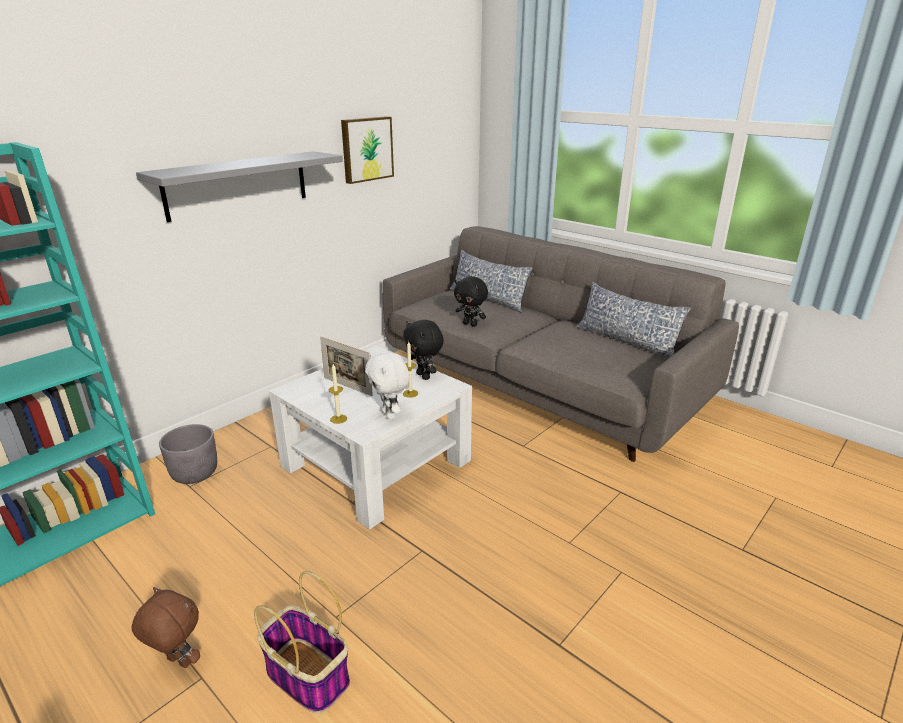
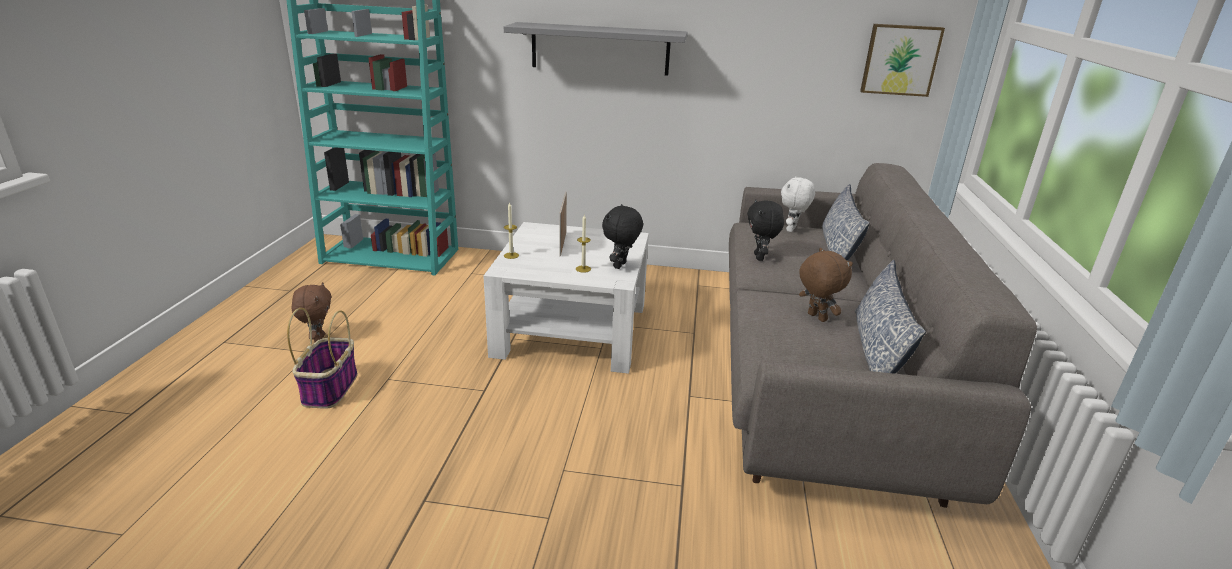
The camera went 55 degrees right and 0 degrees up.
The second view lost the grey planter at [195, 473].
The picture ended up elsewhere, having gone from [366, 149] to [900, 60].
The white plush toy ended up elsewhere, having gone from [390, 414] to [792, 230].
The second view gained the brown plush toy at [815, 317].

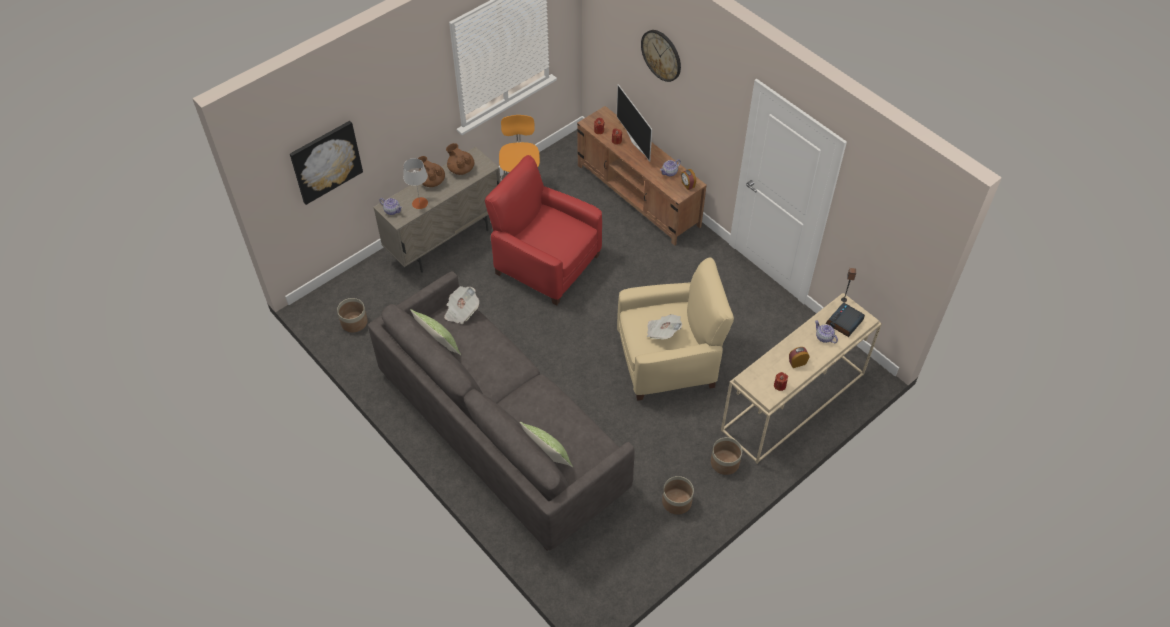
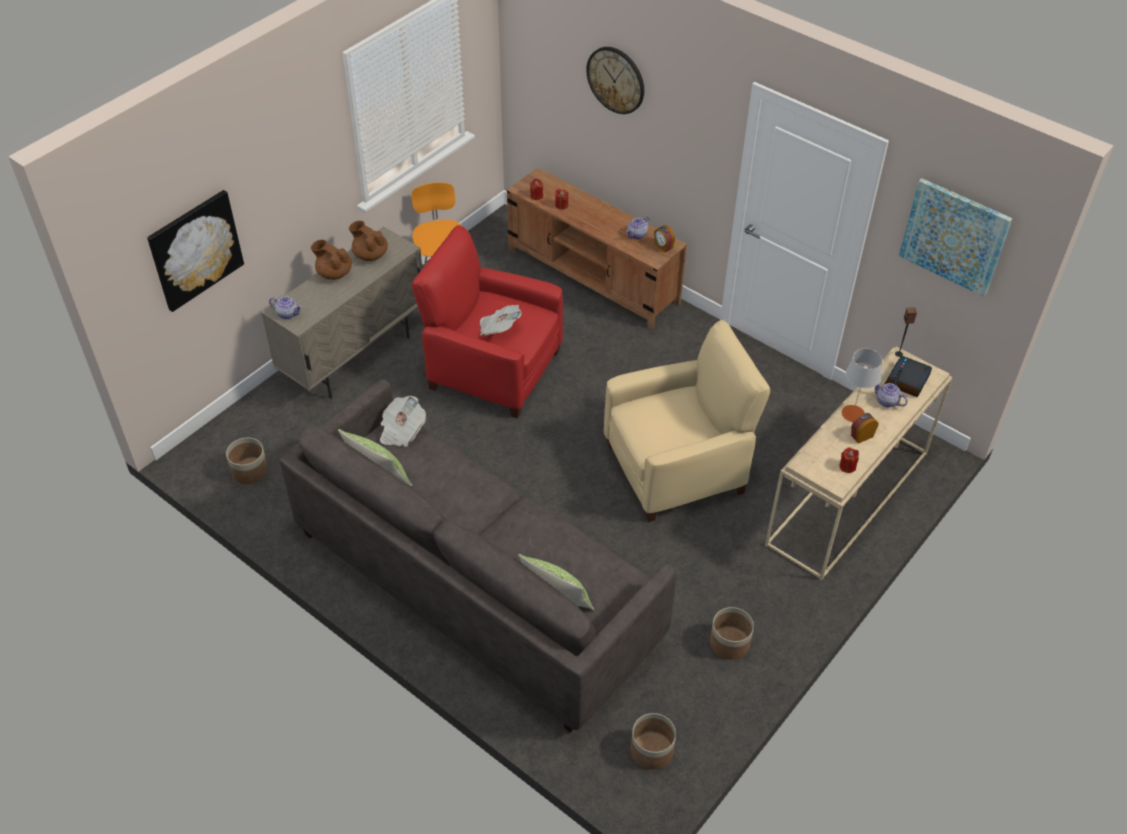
The camera went 10 degrees left and 5 degrees down.
The grey table lamp ended up elsewhere, having gone from [420, 203] to [853, 413].
The second view lost the television at [635, 142].
The newspaper ended up elsewhere, having gone from [662, 332] to [499, 328].
The planter ended up elsewhere, having gone from [725, 462] to [652, 750].
The second view gained the picture at [954, 236].

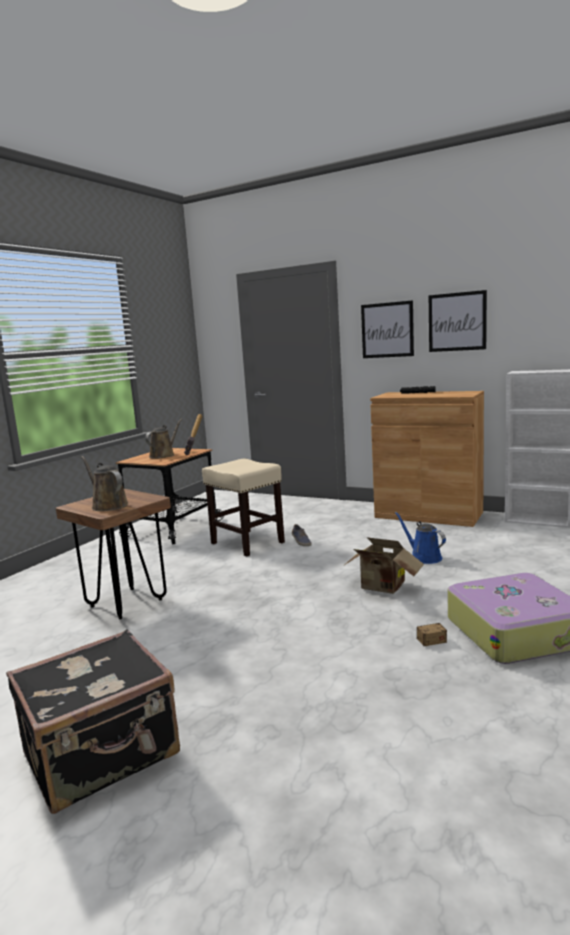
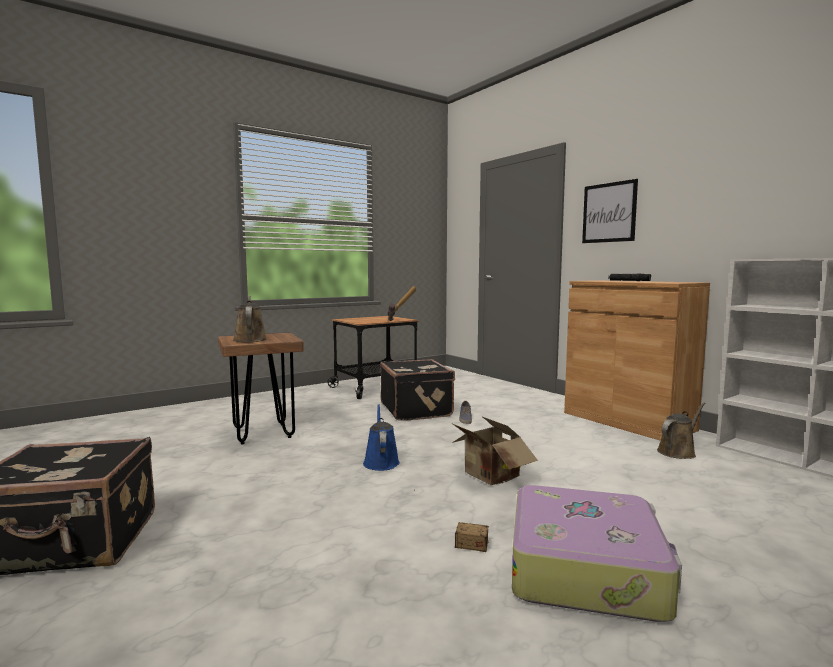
The camera went 25 degrees right and 5 degrees down.
The brown watering can ended up elsewhere, having gone from [163, 455] to [678, 452].
Where the beige stool stood at [246, 542], the black suitcase came to stand at [417, 410].
The blue watering can ended up elsewhere, having gone from [423, 557] to [381, 462].
The second view lost the picture at [457, 322].

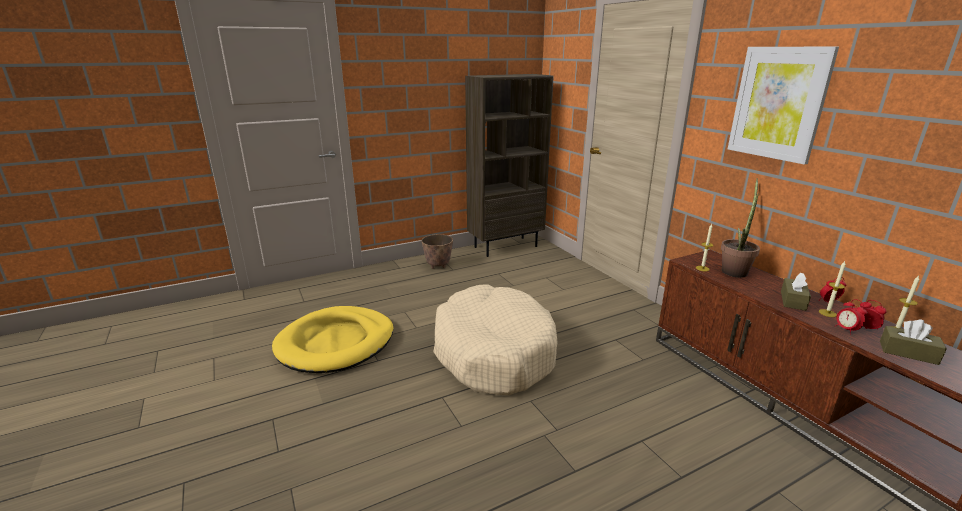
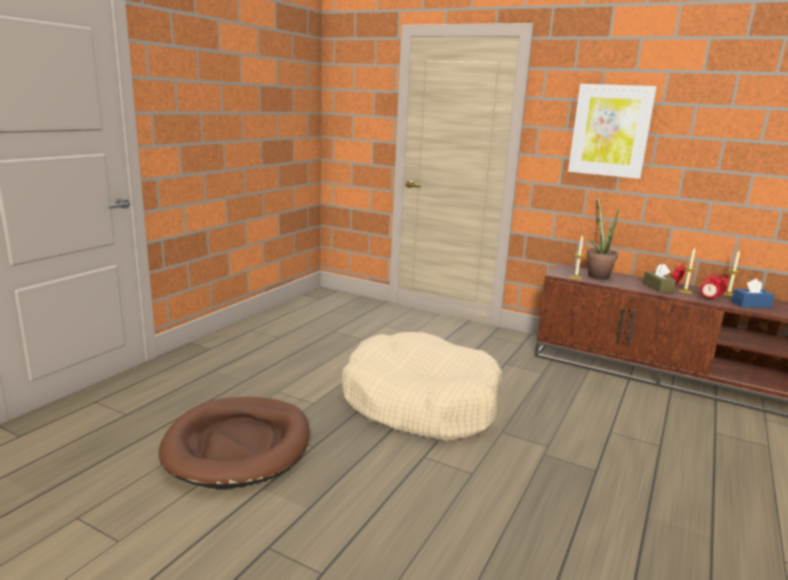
The camera went 35 degrees left and 5 degrees down.
What was the yellow dog bed at [336, 343] turned into the brown dog bed at [238, 445].
The second view lost the planter at [438, 266].
The second view lost the brown bookcase at [505, 246].
What was the brown tissue box at [908, 352] turned into the blue tissue box at [750, 304].

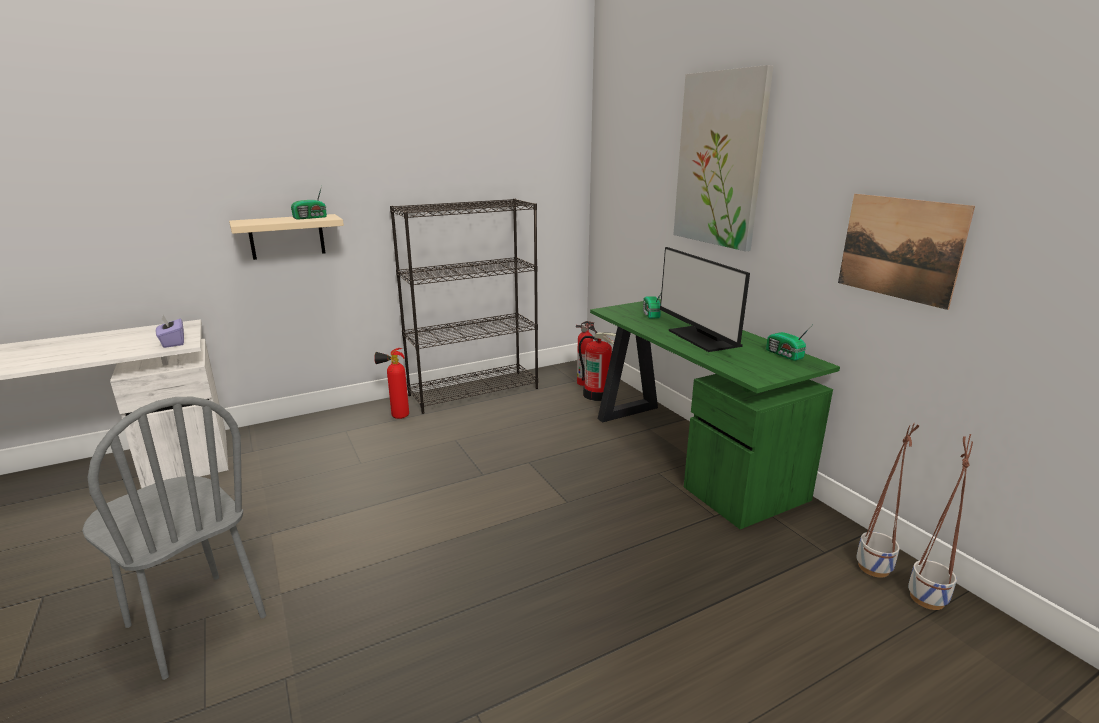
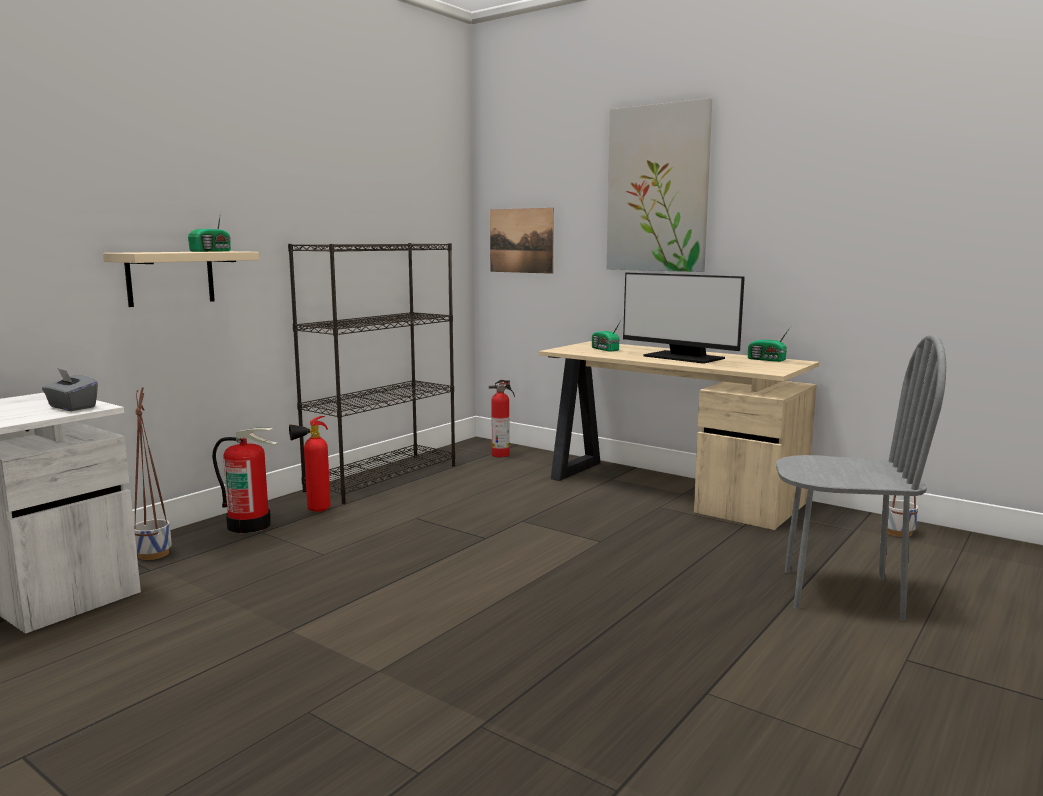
The camera went 25 degrees left and 10 degrees down.
The grey chair ended up elsewhere, having gone from [195, 622] to [841, 593].
What was the purple tissue box at [173, 342] turned into the grey tissue box at [71, 407].
The fire extinguisher ended up elsewhere, having gone from [597, 395] to [250, 525].
What was the green desk at [687, 452] turned into the beige desk at [667, 489].
The picture ended up elsewhere, having gone from [899, 248] to [521, 240].
The planter ended up elsewhere, having gone from [926, 598] to [153, 554].

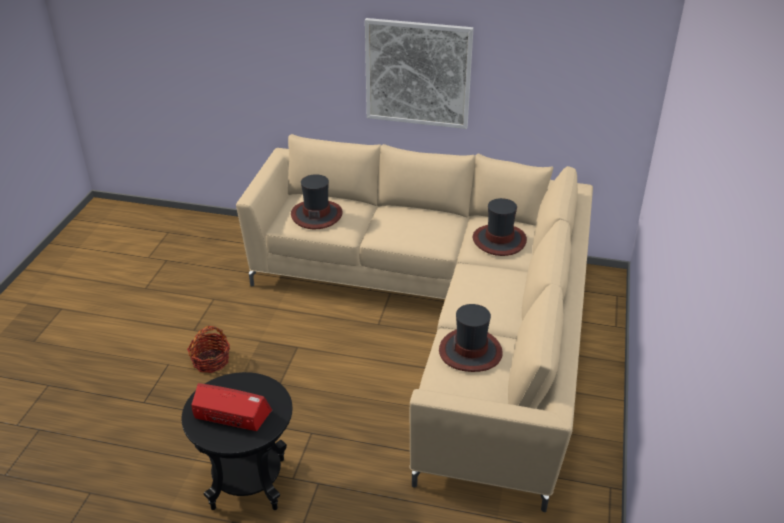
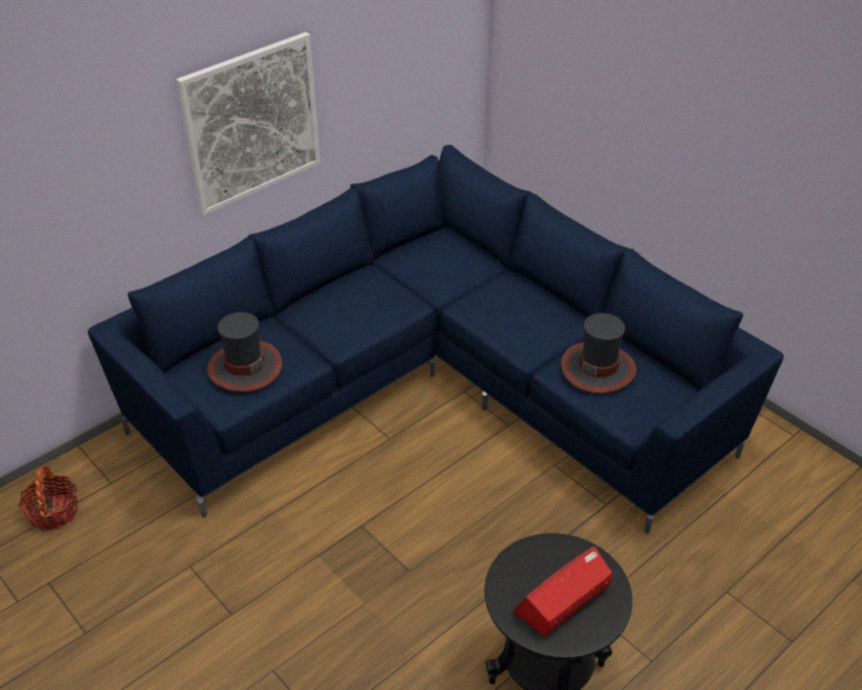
The camera went 55 degrees left and 5 degrees up.
The basket ended up elsewhere, having gone from [211, 361] to [54, 512].
What was the beige sofa at [444, 321] turned into the blue sofa at [434, 386].
The second view lost the hat at [499, 240].

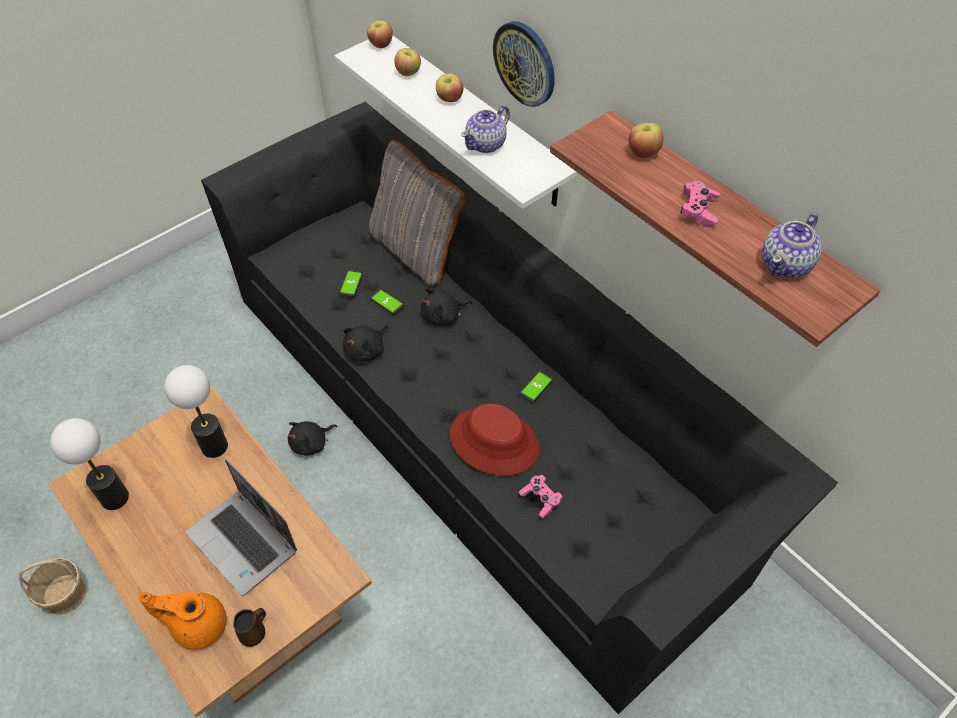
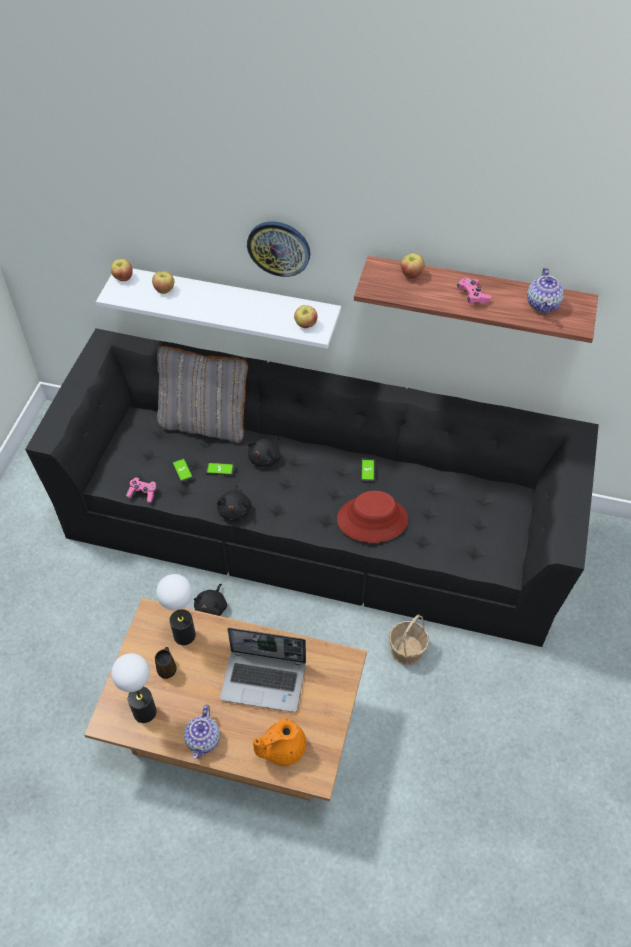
The camera went 35 degrees left and 0 degrees up.
The basket ended up elsewhere, having gone from [64, 594] to [406, 650].
The brown mug ended up elsewhere, having gone from [254, 633] to [167, 669].
The apple ended up elsewhere, having gone from [449, 99] to [305, 324].
The teapot ended up elsewhere, having gone from [486, 144] to [204, 739].
The pink game controller ended up elsewhere, having gone from [541, 499] to [143, 493].

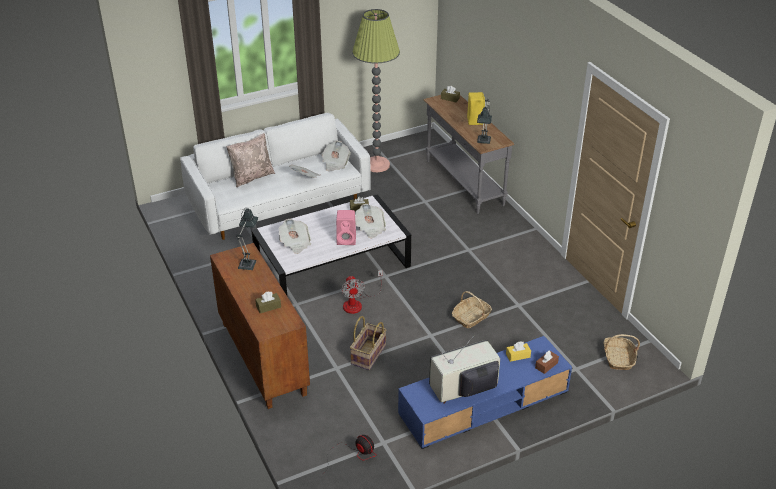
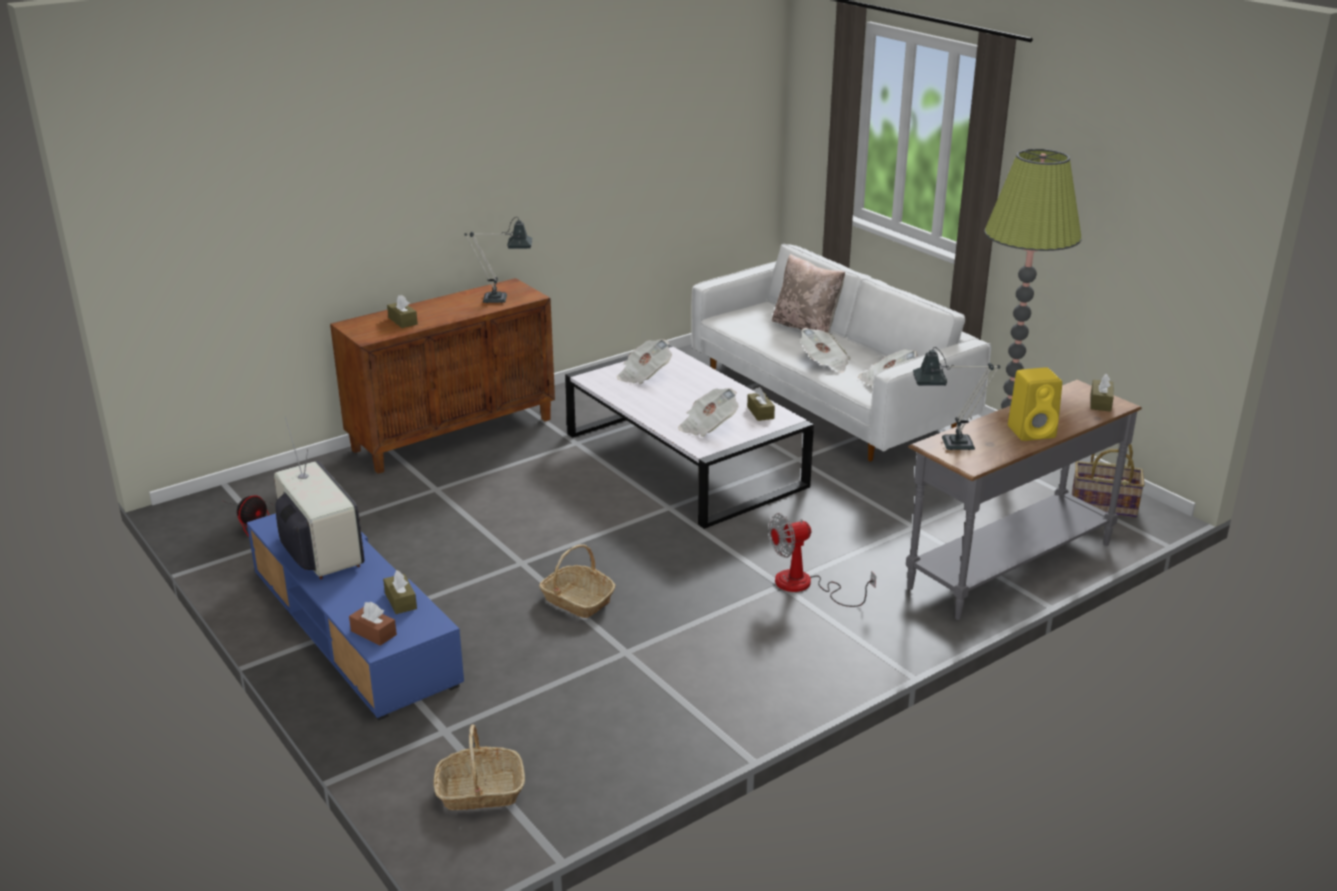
The camera went 80 degrees right and 10 degrees down.
The second view lost the pink speaker at [347, 240].
The fan ended up elsewhere, having gone from [357, 303] to [805, 586].
The basket ended up elsewhere, having gone from [369, 355] to [1103, 506].
What was the yellow tissue box at [518, 355] turned into the brown tissue box at [400, 601].

